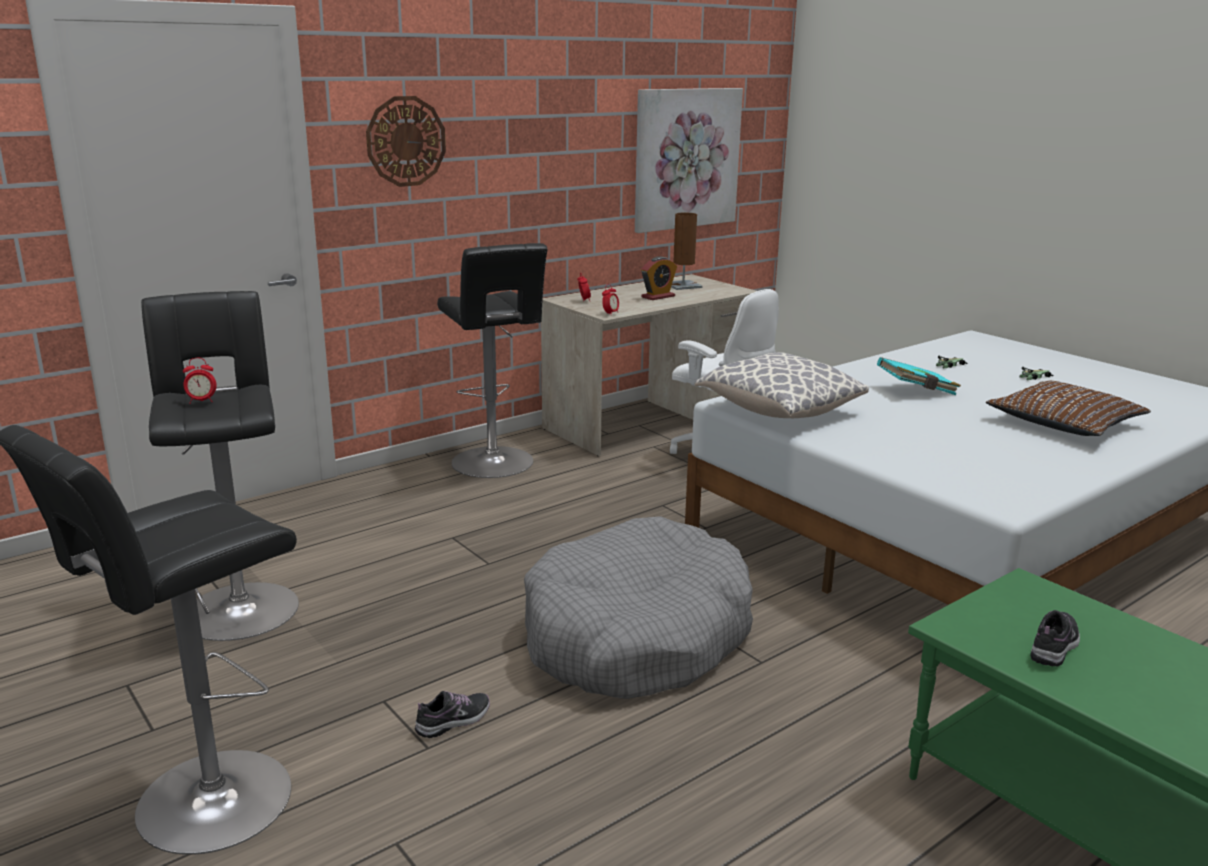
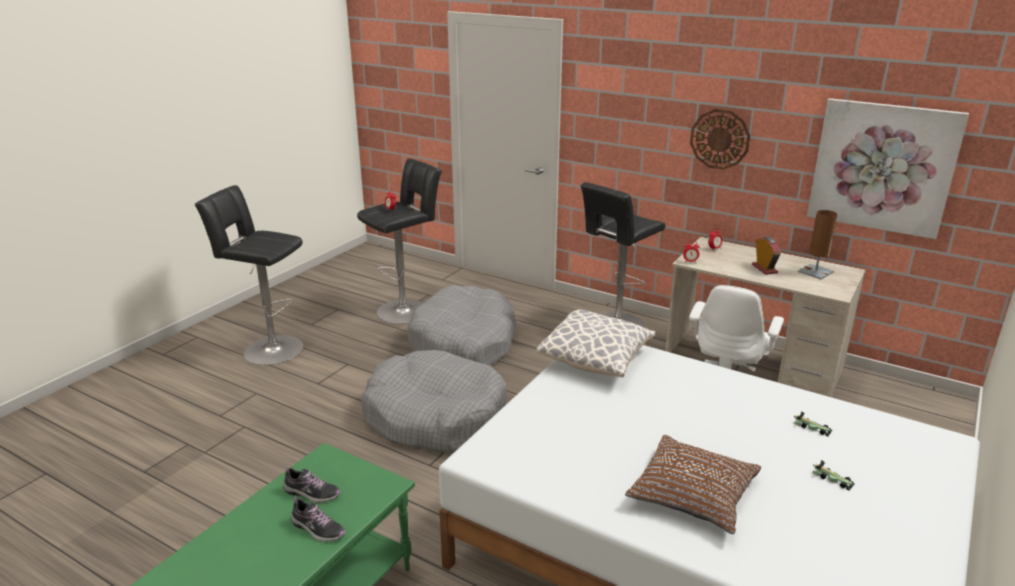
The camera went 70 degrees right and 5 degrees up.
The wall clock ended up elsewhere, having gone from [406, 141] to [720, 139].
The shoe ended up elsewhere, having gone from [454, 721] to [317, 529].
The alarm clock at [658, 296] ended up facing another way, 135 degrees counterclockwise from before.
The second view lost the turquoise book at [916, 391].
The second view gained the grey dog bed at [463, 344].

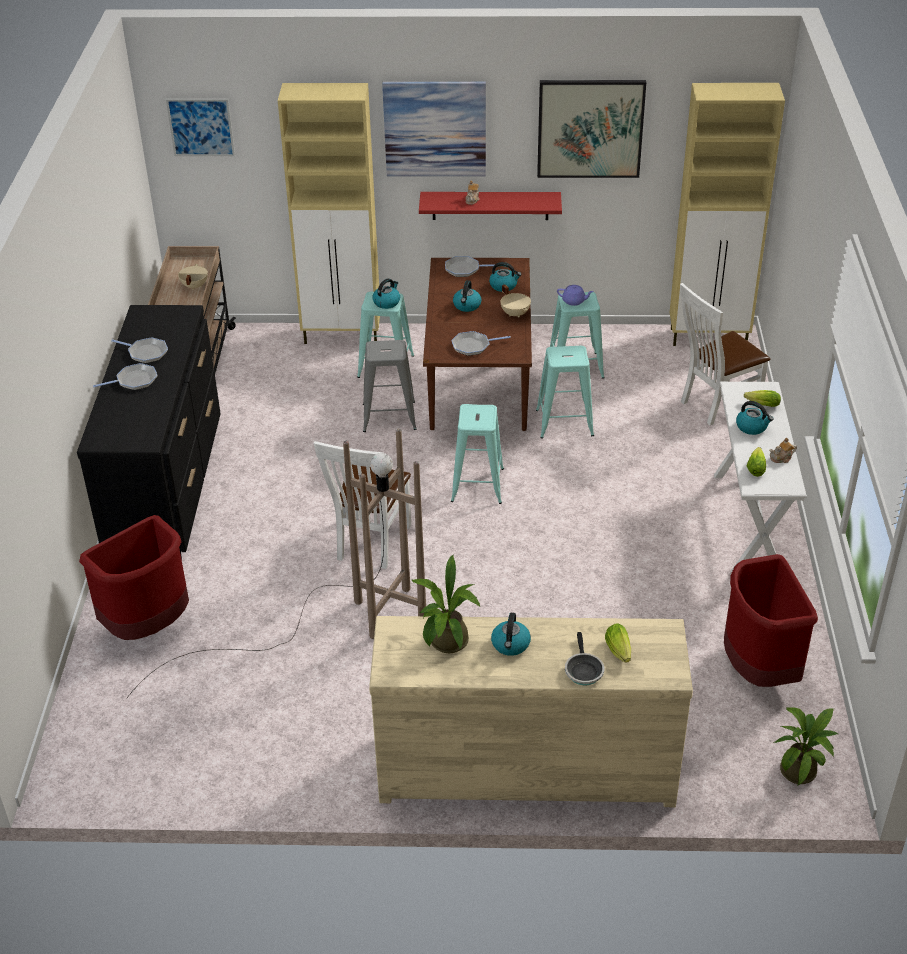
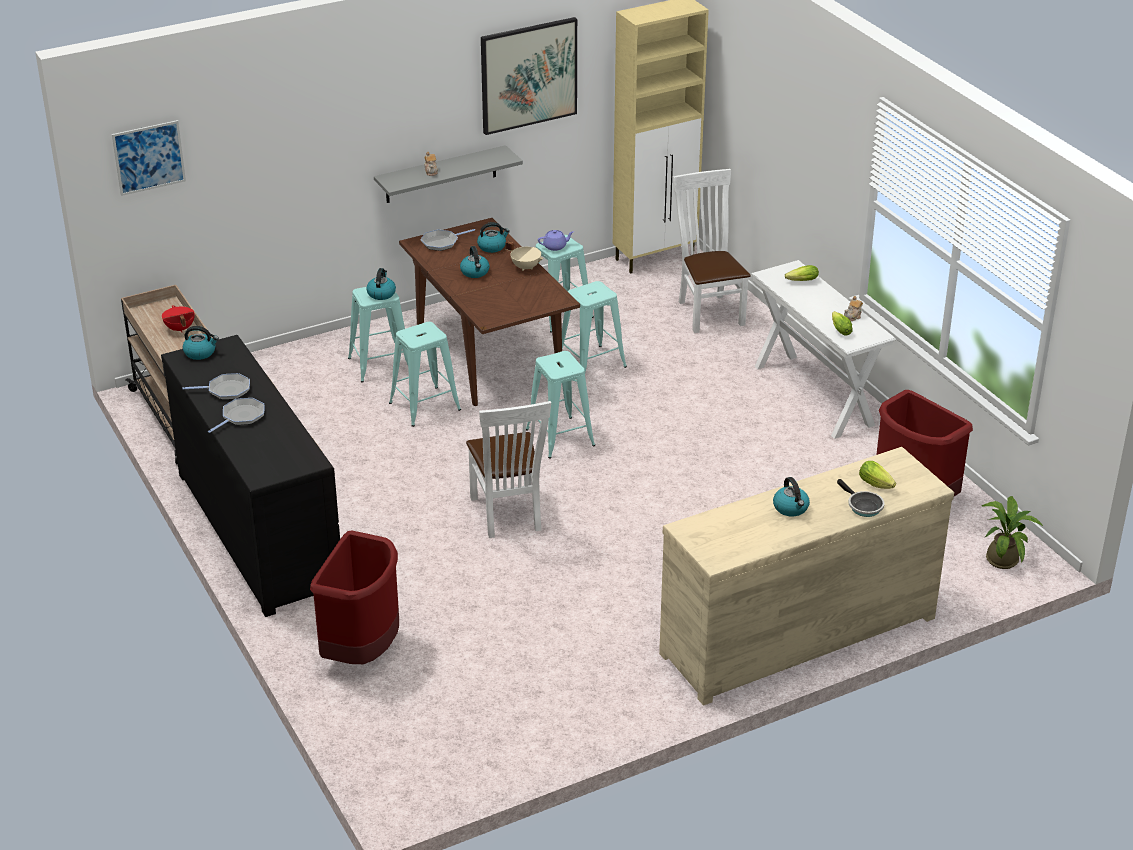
The camera went 30 degrees left and 5 degrees down.
The second view lost the brown floor lamp at [327, 624].
What was the beige cooking pot at [194, 286] turned into the red cooking pot at [179, 329].
The second view lost the beige cabinet at [343, 335].
What was the grey stool at [389, 416] turned into the turquoise stool at [424, 406].
The second view lost the picture at [435, 128].
The second view lost the potted plant at [446, 644].
What was the red shelf at [490, 205] turned into the grey shelf at [441, 174].
The second view lost the frying pan at [473, 346].
The white chair at [715, 405] ended up facing another way, 135 degrees clockwise from before.
The kettle ended up elsewhere, having gone from [752, 427] to [200, 352].

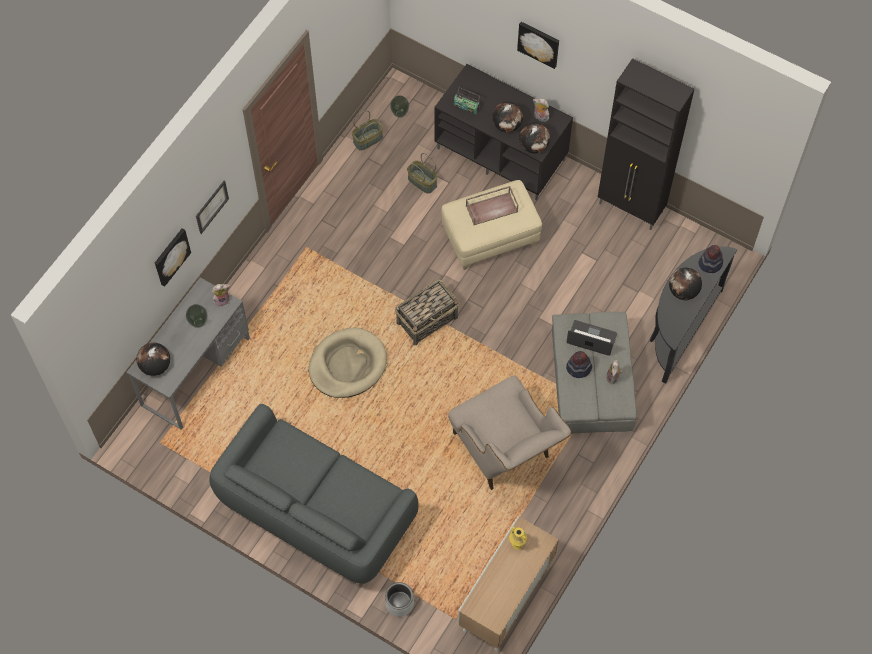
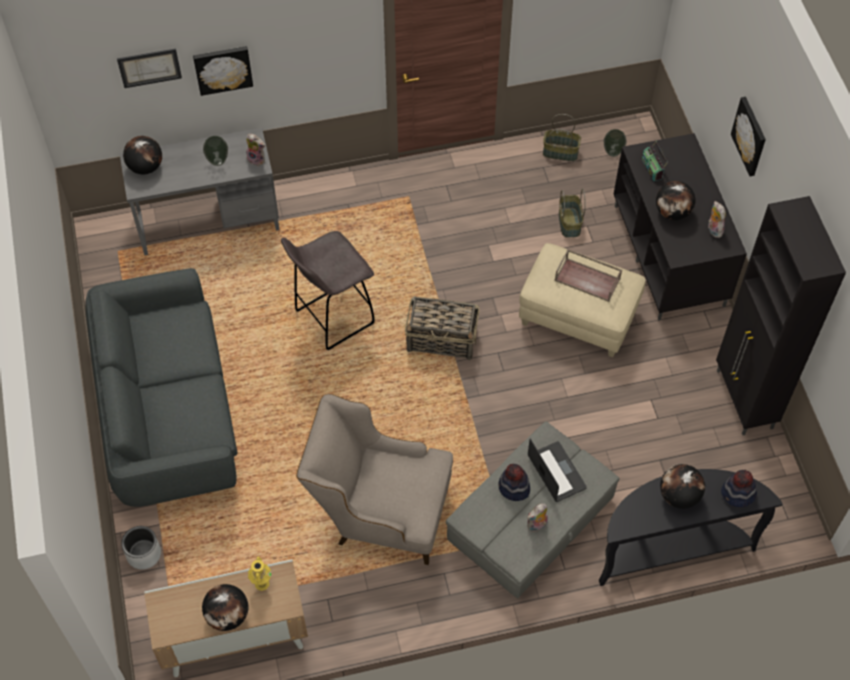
The camera went 45 degrees right and 5 degrees down.
The picture ended up elsewhere, having gone from [211, 206] to [149, 67].
Where the beige dog bed stood at [347, 365], the grey stool came to stand at [332, 318].
The beige armchair at [506, 453] ended up facing another way, 90 degrees clockwise from before.
The globe ended up elsewhere, having gone from [534, 146] to [228, 616].

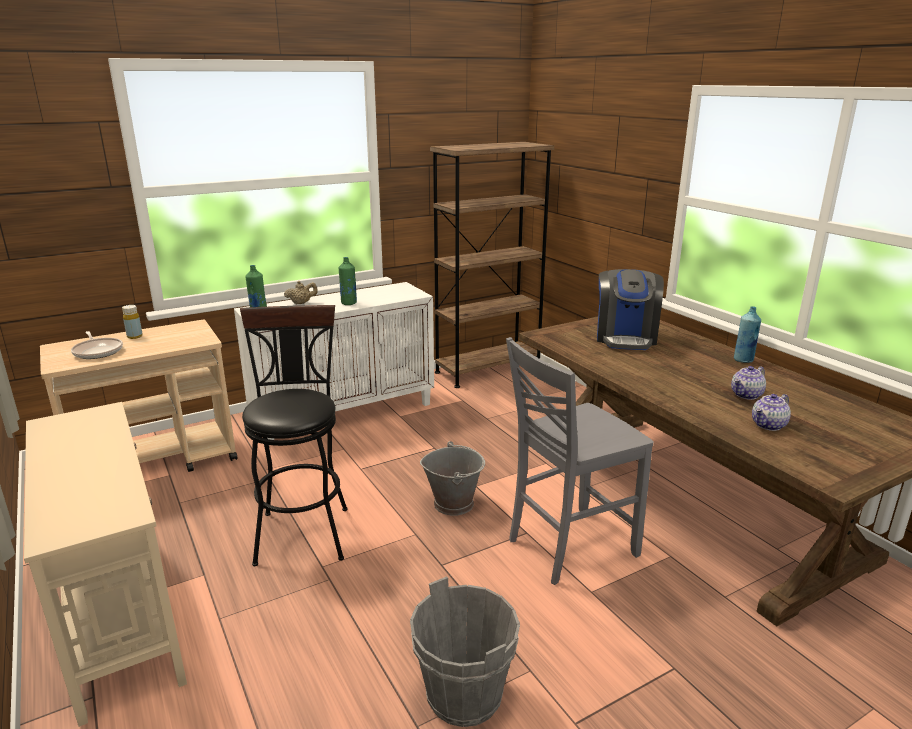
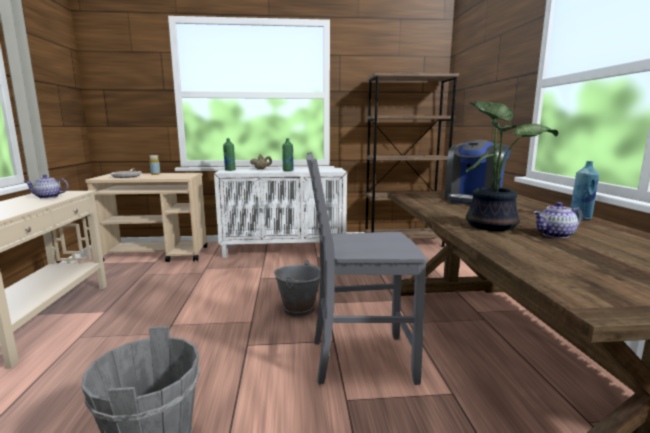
The camera went 25 degrees right and 10 degrees down.
The second view lost the black stool at [303, 529].
The teapot ended up elsewhere, having gone from [768, 425] to [48, 197].
The second view gained the potted plant at [492, 225].

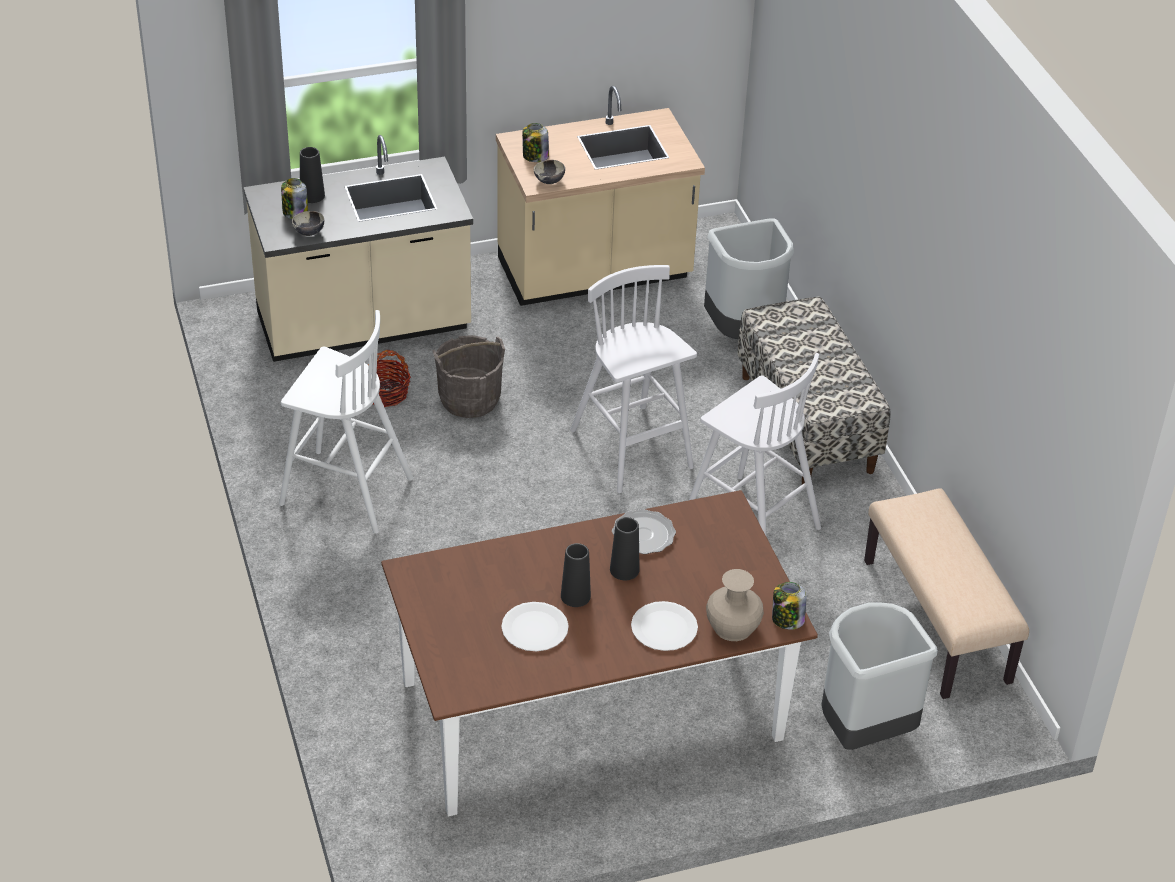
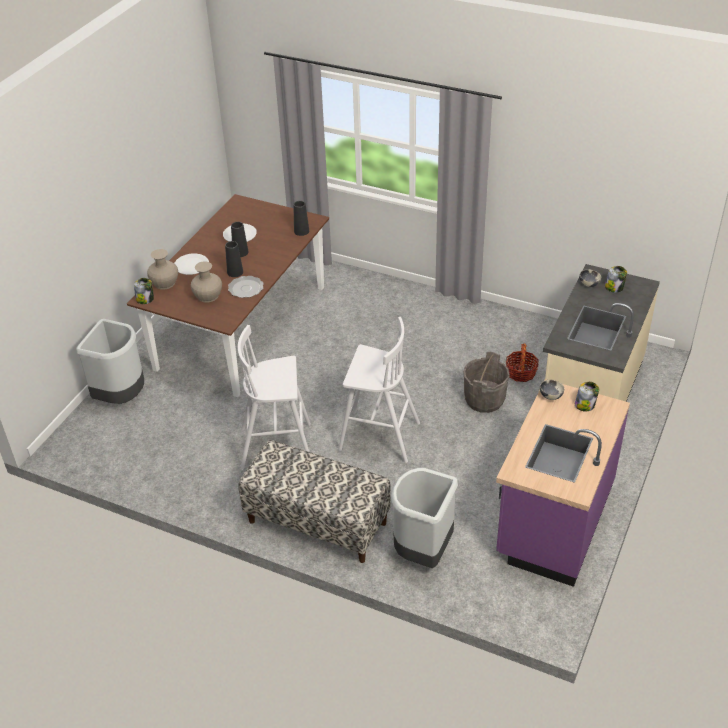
The camera went 135 degrees right and 0 degrees up.
The second view lost the white stool at [344, 491].
The black vase ended up elsewhere, having gone from [312, 195] to [301, 231].
What was the beige counter at [594, 272] turned into the purple counter at [553, 520].
The second view lost the beige bench at [937, 621].
The second view gained the beige vase at [208, 295].

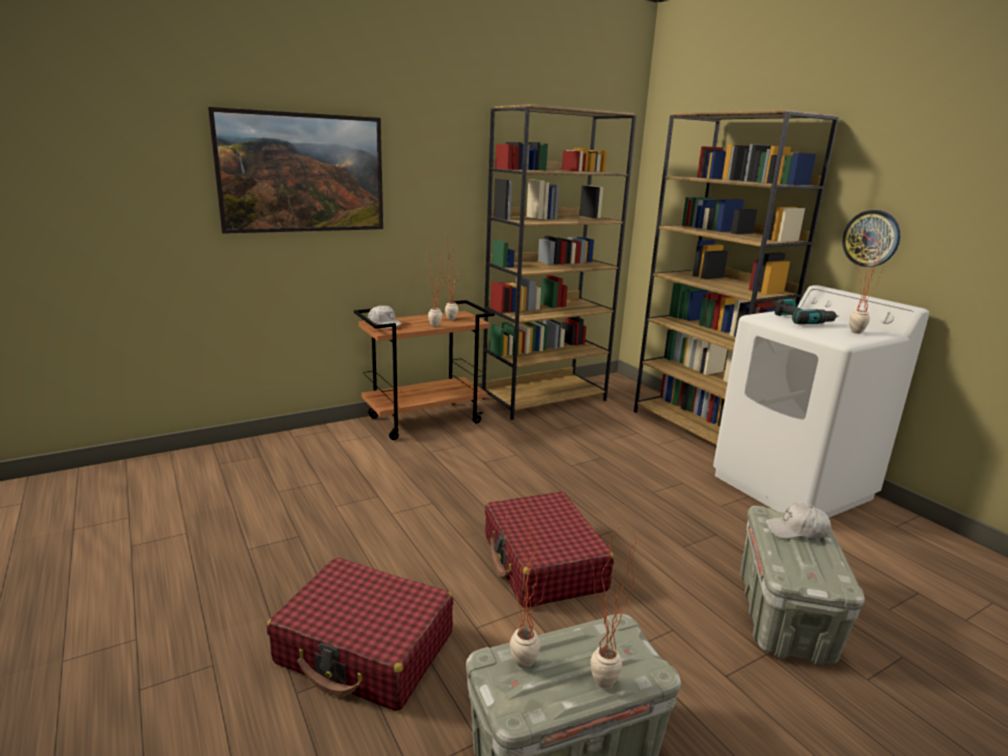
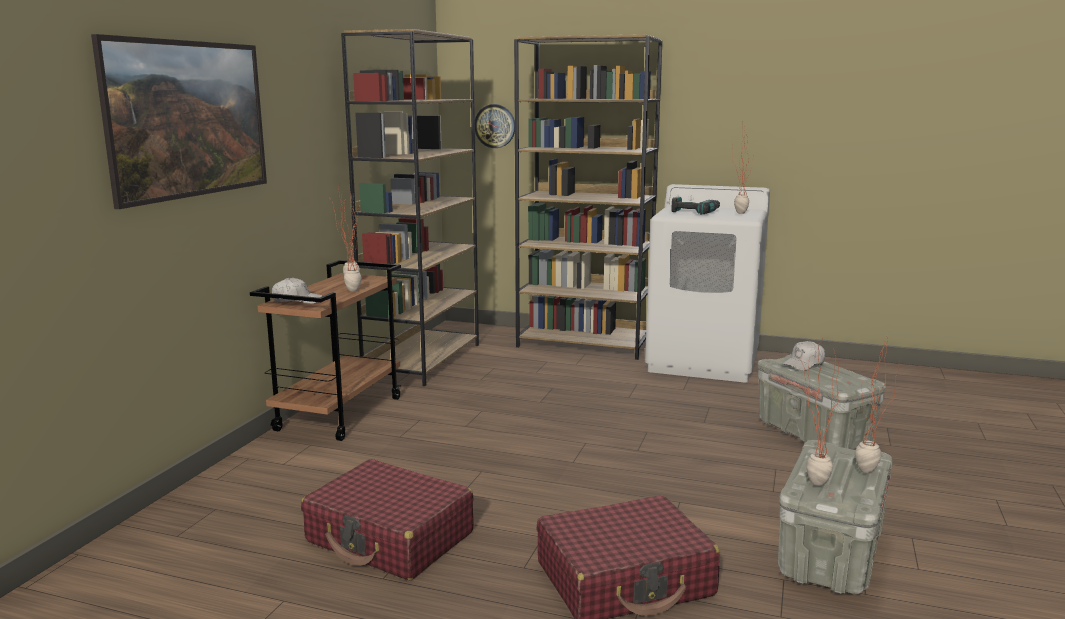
The camera went 40 degrees left and 5 degrees down.
The red suitcase ended up elsewhere, having gone from [543, 563] to [390, 538].
The wall clock ended up elsewhere, having gone from [871, 238] to [495, 126].

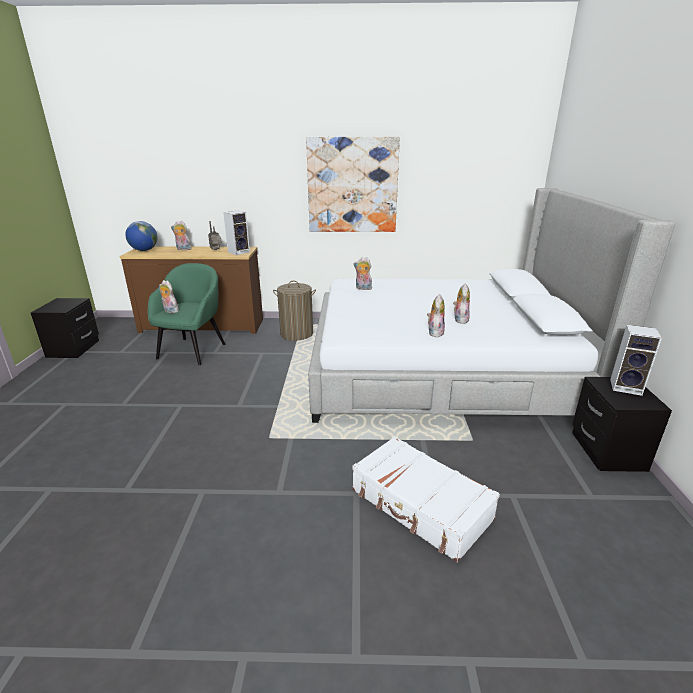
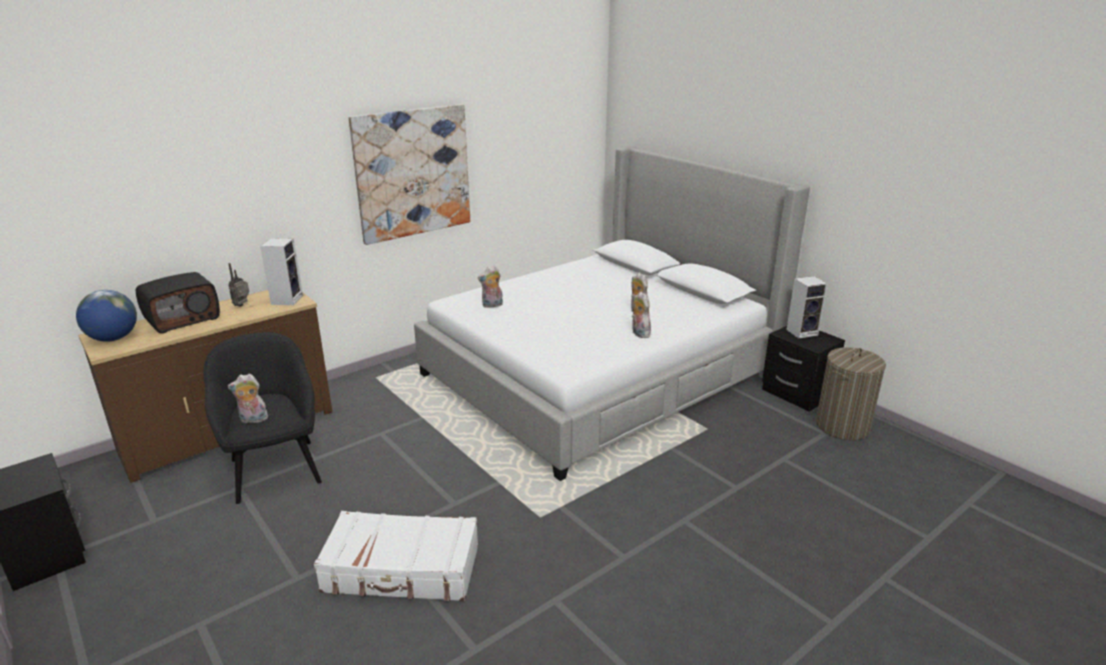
The camera went 40 degrees left and 0 degrees up.
What was the green armchair at [193, 350] turned into the black armchair at [275, 469].
Where the plush toy stood at [183, 249], the radio came to stand at [183, 319].
The laundry basket ended up elsewhere, having gone from [296, 334] to [842, 426].
The white suitcase ended up elsewhere, having gone from [420, 505] to [402, 570].

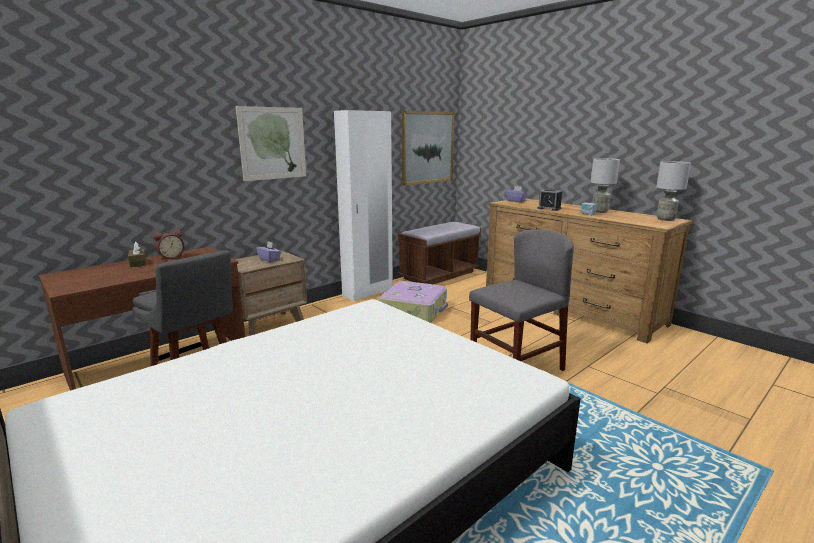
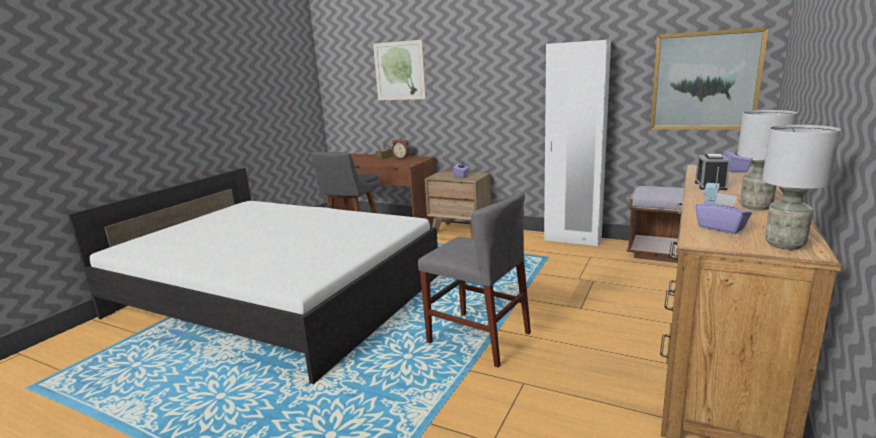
The camera went 70 degrees right and 0 degrees up.
The picture ended up elsewhere, having gone from [273, 143] to [399, 71].
The second view lost the suitcase at [414, 310].
The second view gained the purple tissue box at [721, 228].

